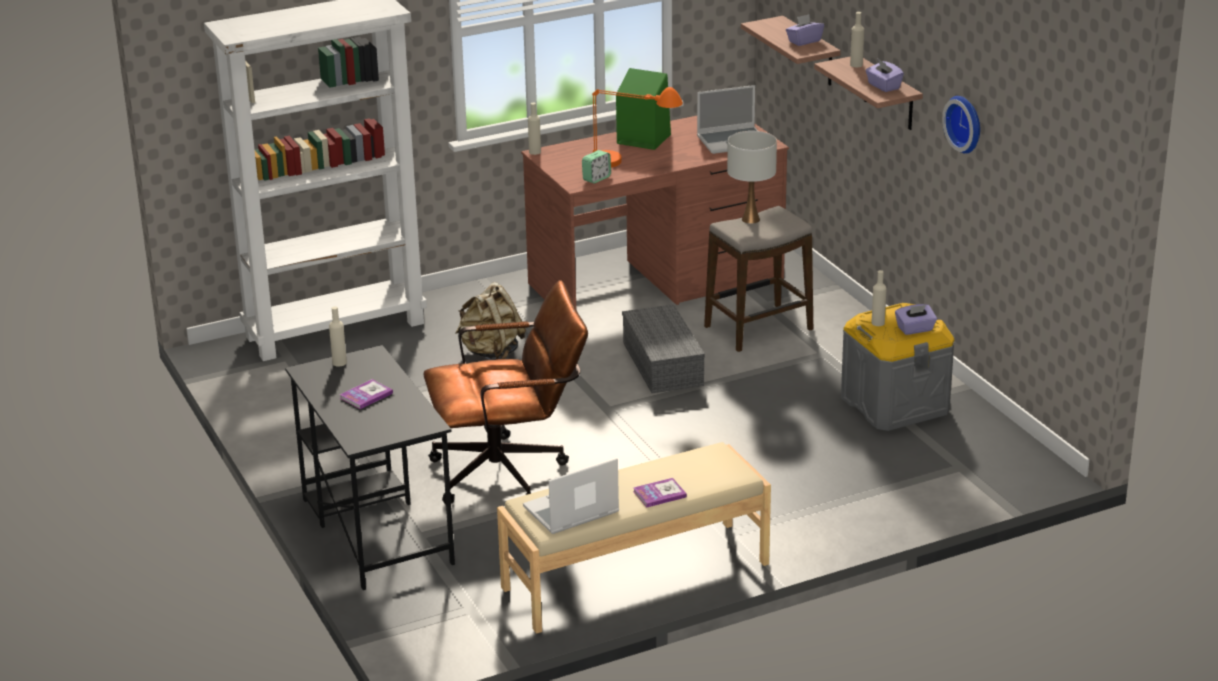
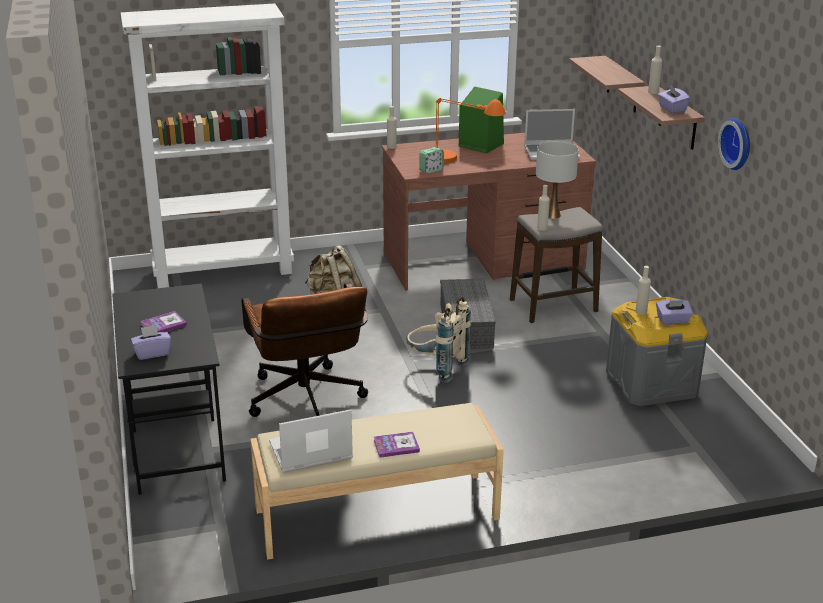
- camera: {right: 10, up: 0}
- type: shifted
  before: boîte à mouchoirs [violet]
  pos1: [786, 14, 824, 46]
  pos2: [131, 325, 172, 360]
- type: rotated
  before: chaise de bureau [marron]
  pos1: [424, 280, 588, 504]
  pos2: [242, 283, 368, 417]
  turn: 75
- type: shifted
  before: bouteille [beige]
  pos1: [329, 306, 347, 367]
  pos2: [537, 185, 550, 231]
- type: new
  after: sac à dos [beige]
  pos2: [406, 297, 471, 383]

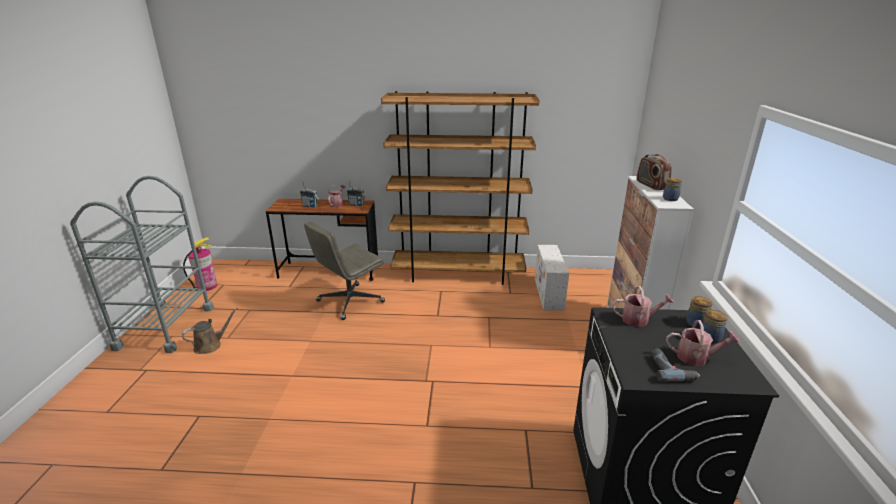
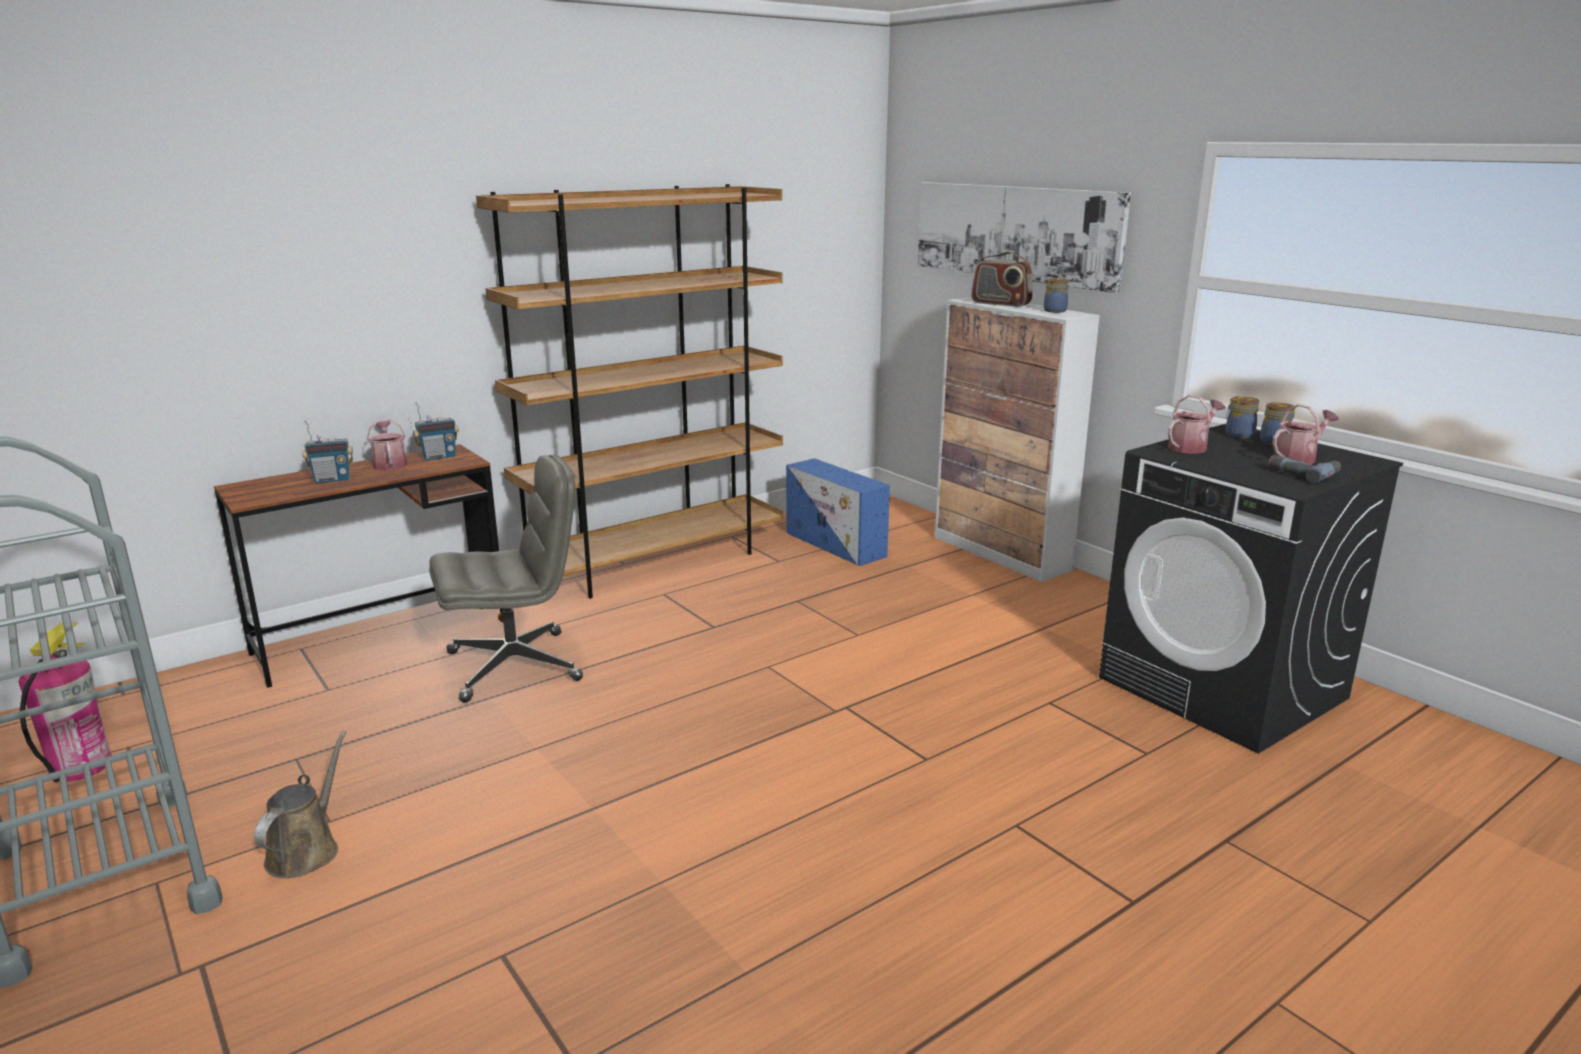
- camera: {right: -40, up: -5}
- type: rotated
  before: chaise de bureau [gris]
  pos1: [304, 222, 385, 320]
  pos2: [429, 455, 583, 703]
  turn: -120
- type: repainted
  before: boîte de rangement [blanc]
  after: boîte de rangement [bleu]
  pos1: [535, 245, 569, 311]
  pos2: [786, 458, 890, 566]
- type: new
  after: tableau
  pos2: [918, 182, 1131, 293]

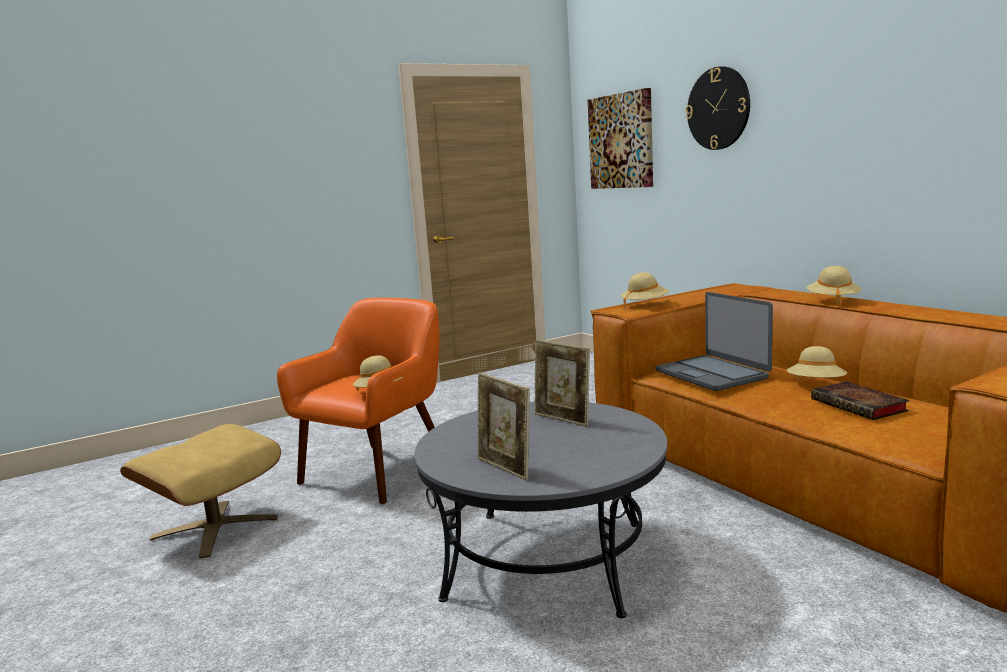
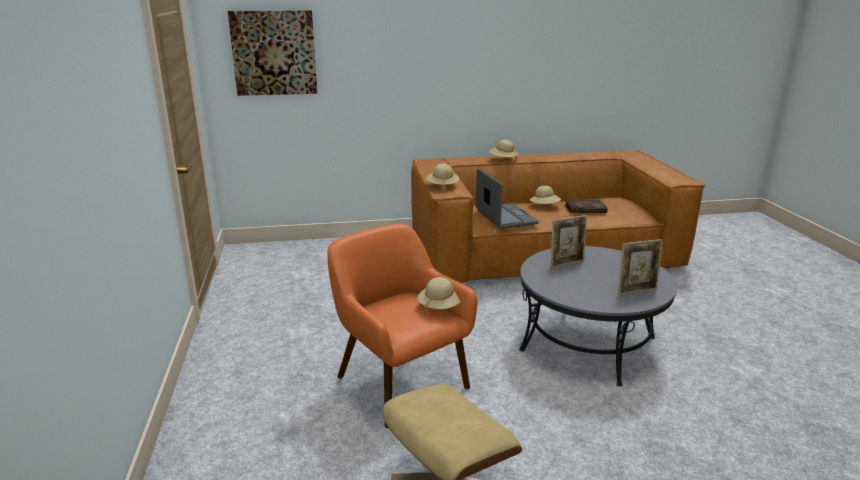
- camera: {right: -70, up: 10}
- type: gone
  before: horloge murale
  pos1: [686, 66, 750, 150]
- type: rotated
  before: ordinateur portable
  pos1: [655, 292, 773, 391]
  pos2: [476, 168, 539, 229]
  turn: -105

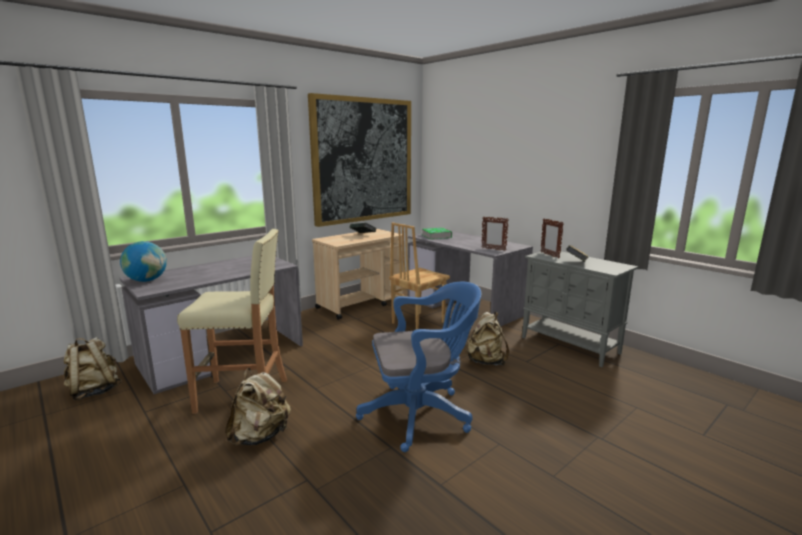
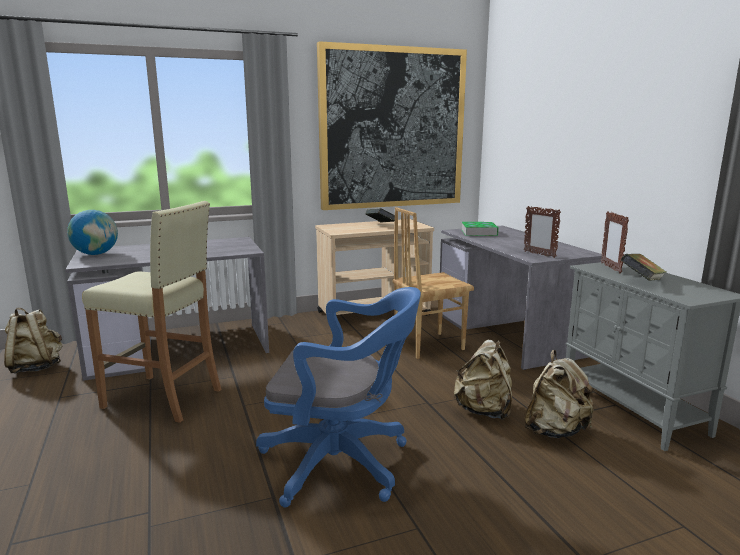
- camera: {right: 20, up: 0}
- type: shifted
  before: sac à dos [beige]
  pos1: [225, 368, 291, 446]
  pos2: [524, 350, 595, 438]

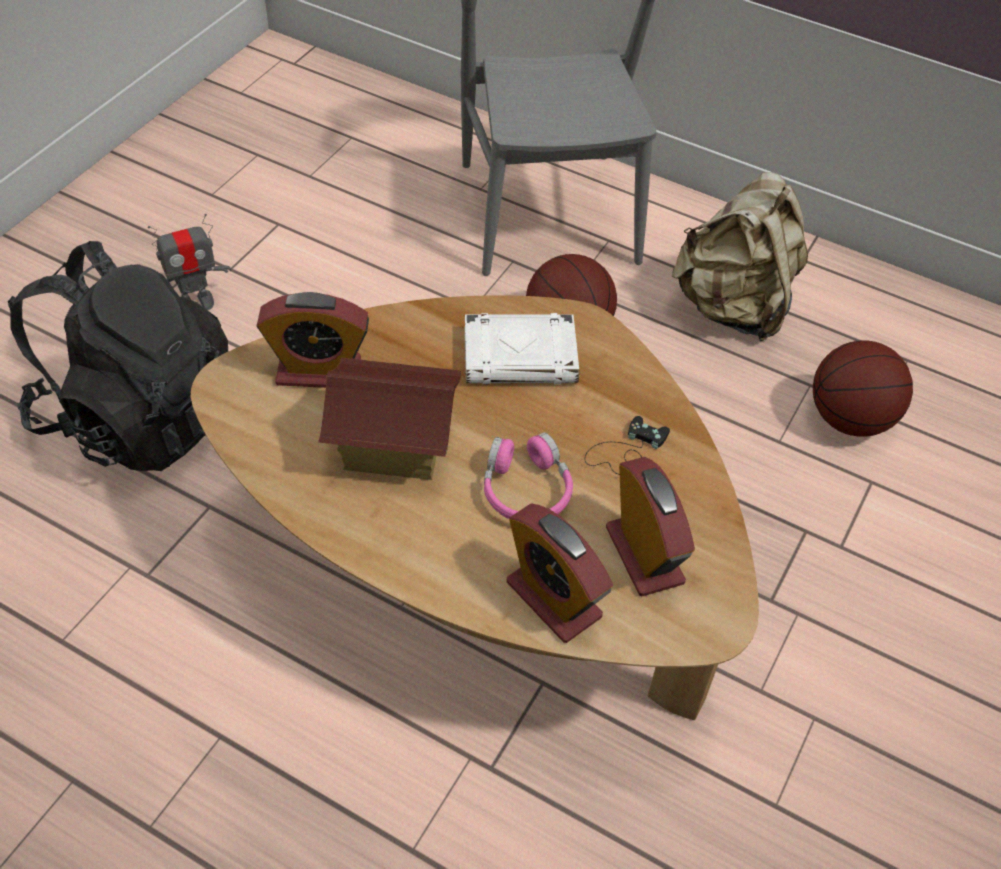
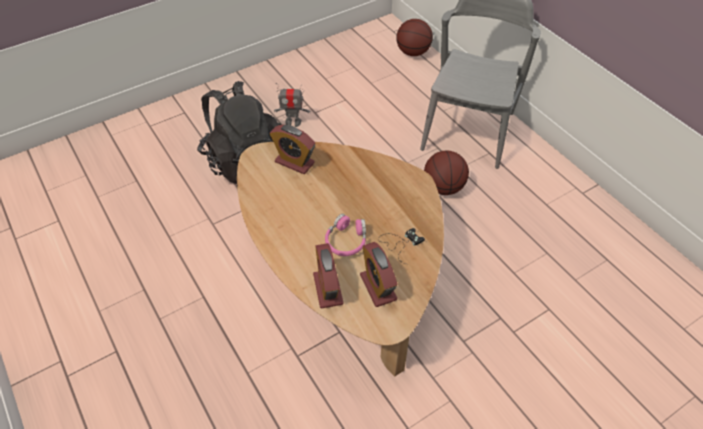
- camera: {right: 30, up: 0}
- type: gone
  before: sac à dos [beige]
  pos1: [672, 172, 808, 341]
- type: gone
  before: livre [blanc]
  pos1: [465, 313, 579, 385]
- type: shifted
  before: ballon de basket
  pos1: [813, 340, 913, 436]
  pos2: [396, 19, 433, 56]
- type: gone
  before: maison miniature
  pos1: [318, 357, 461, 480]
- type: rotated
  before: réveil
  pos1: [606, 457, 695, 596]
  pos2: [360, 242, 397, 307]
  turn: 150

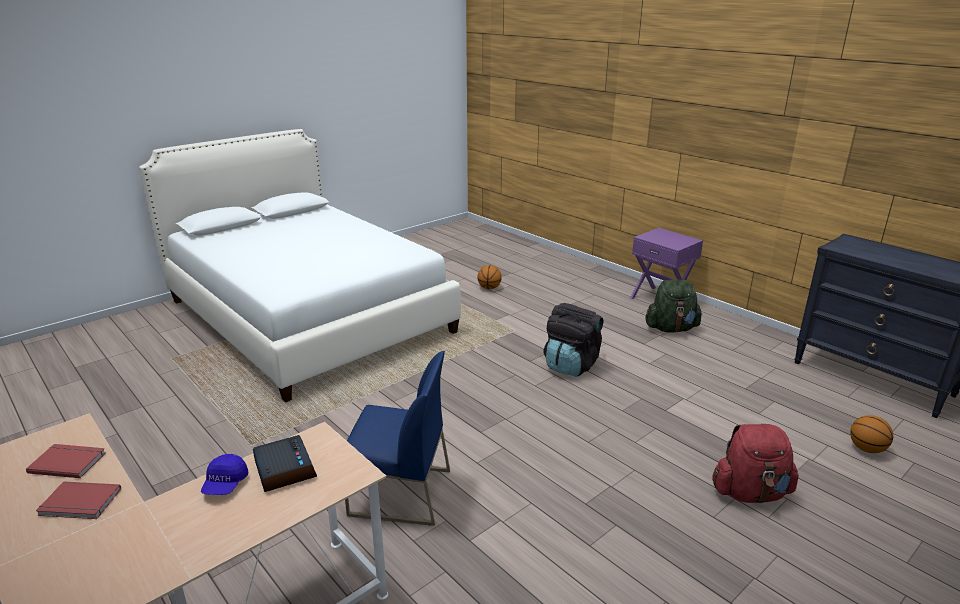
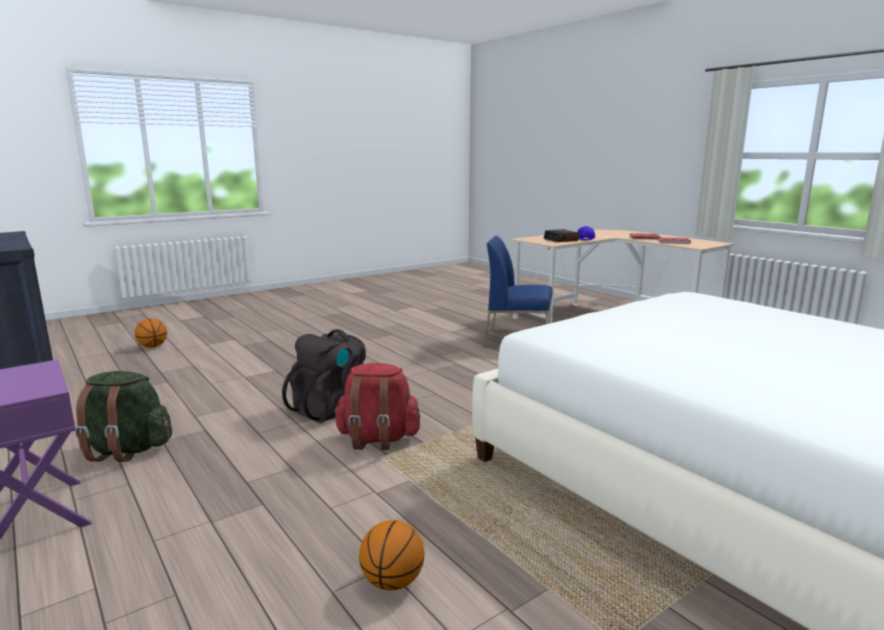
- camera: {right: -175, up: -10}
- type: shifted
  before: sac à dos [rouge]
  pos1: [712, 424, 799, 503]
  pos2: [333, 363, 420, 450]

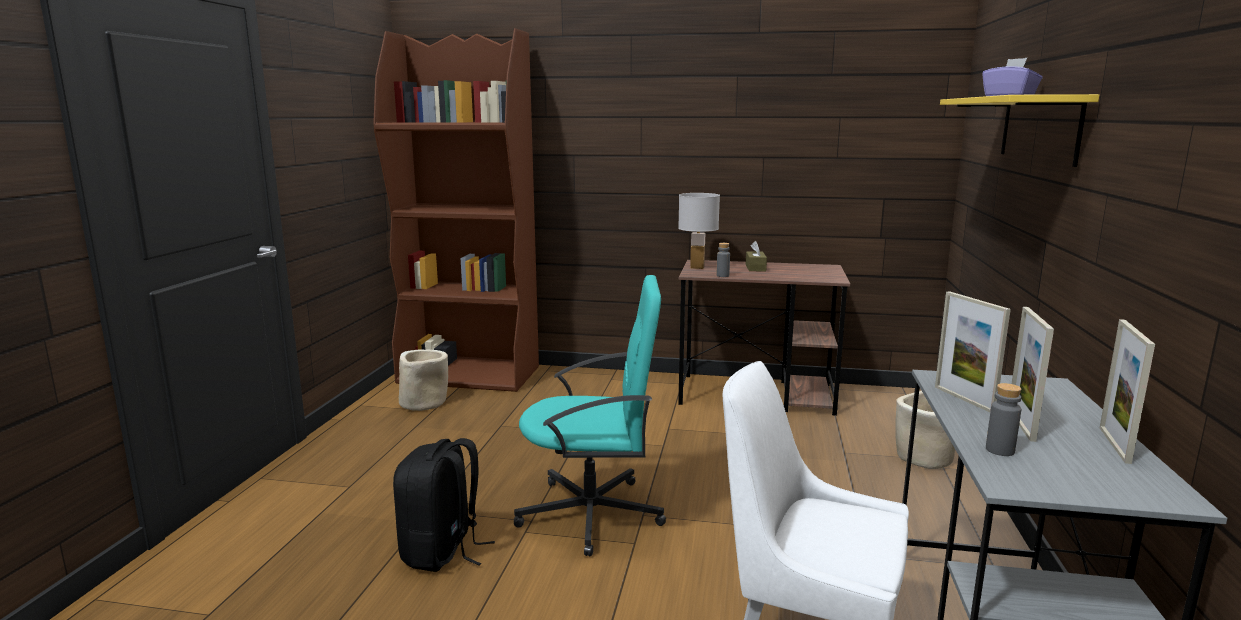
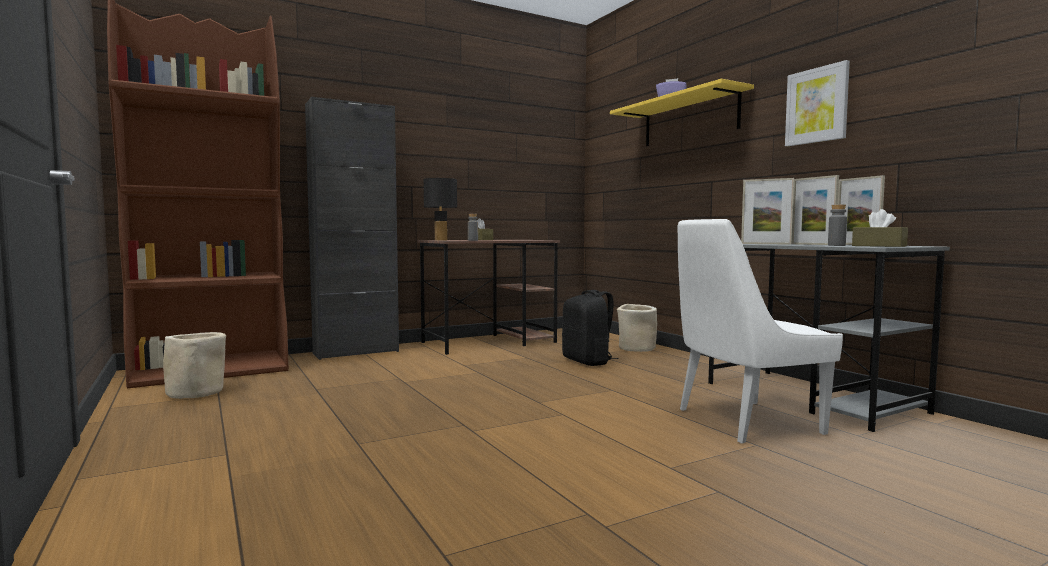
- camera: {right: -40, up: -10}
- type: repainted
  before: lampe de table [blanc]
  after: lampe de table [noir]
  pos1: [678, 193, 720, 269]
  pos2: [423, 178, 457, 240]
- type: gone
  before: chaise de bureau [turquoise]
  pos1: [514, 275, 666, 557]
- type: shifted
  before: sac à dos [noir]
  pos1: [393, 438, 495, 572]
  pos2: [562, 290, 619, 366]
- type: new
  after: tableau
  pos2: [785, 60, 850, 146]
- type: new
  after: meuble de rangement [noir]
  pos2: [305, 97, 399, 360]
- type: new
  after: boîte à mouchoirs [marron]
  pos2: [852, 209, 908, 247]

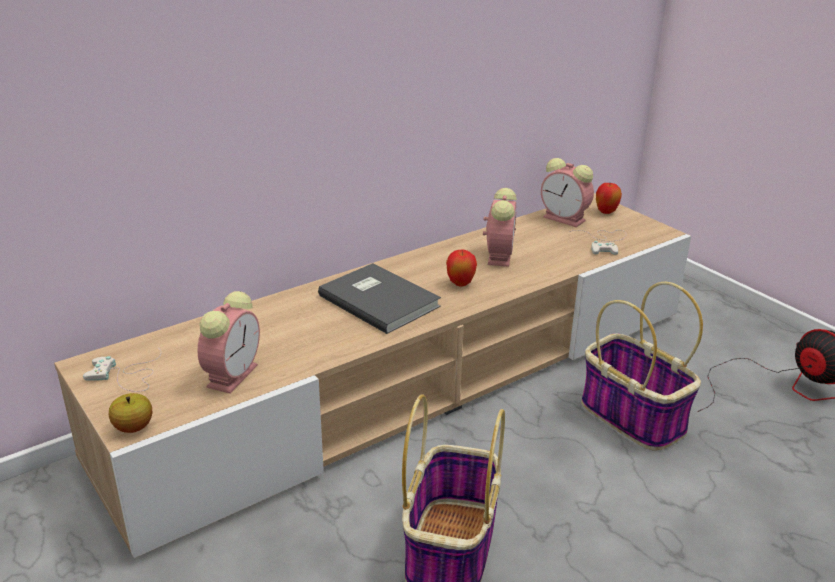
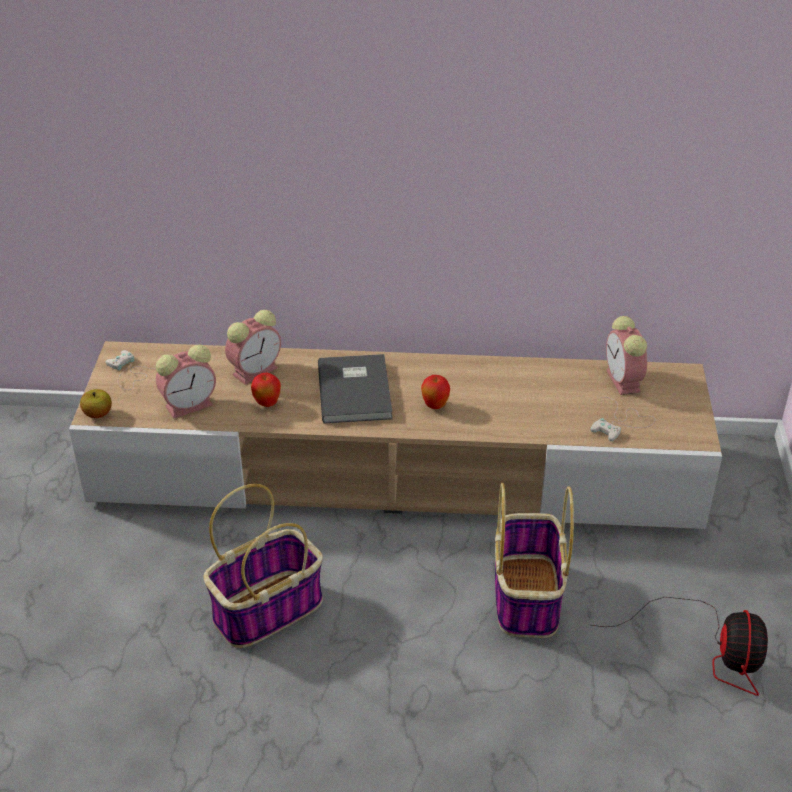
- camera: {right: 40, up: 10}
- type: shifted
  before: pomme
  pos1: [596, 183, 622, 214]
  pos2: [251, 372, 281, 407]
- type: shifted
  before: réveil
  pos1: [483, 188, 517, 267]
  pos2: [225, 310, 281, 385]

